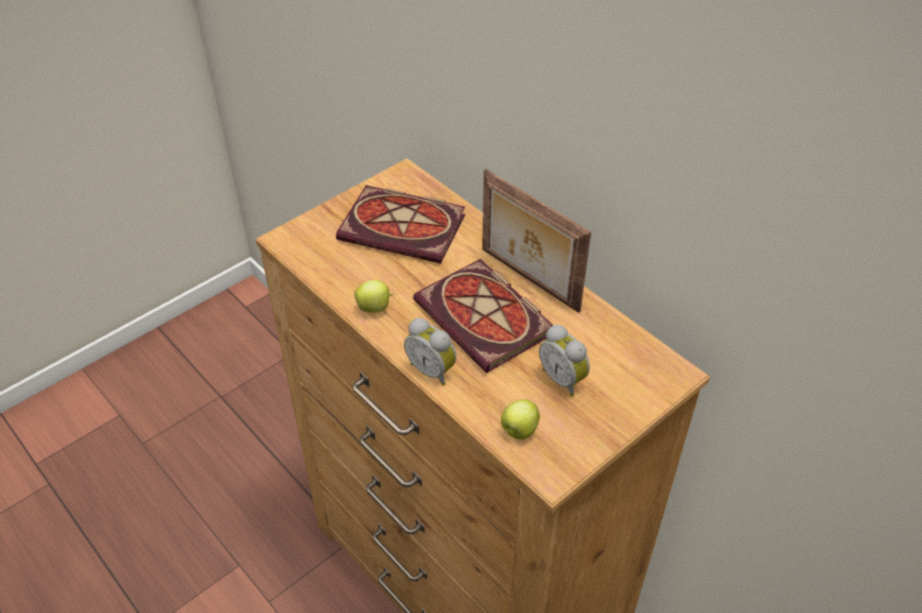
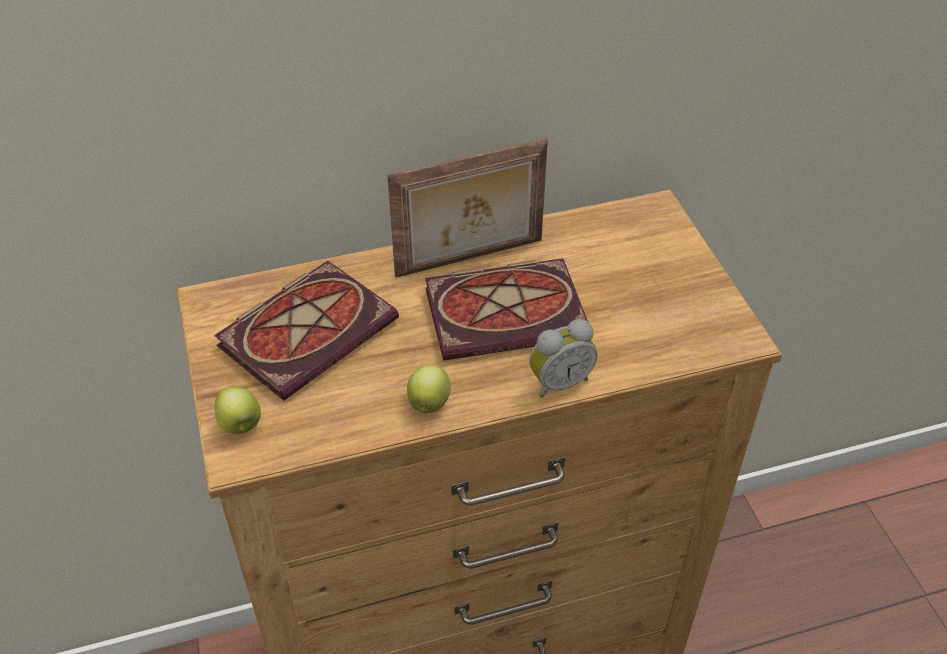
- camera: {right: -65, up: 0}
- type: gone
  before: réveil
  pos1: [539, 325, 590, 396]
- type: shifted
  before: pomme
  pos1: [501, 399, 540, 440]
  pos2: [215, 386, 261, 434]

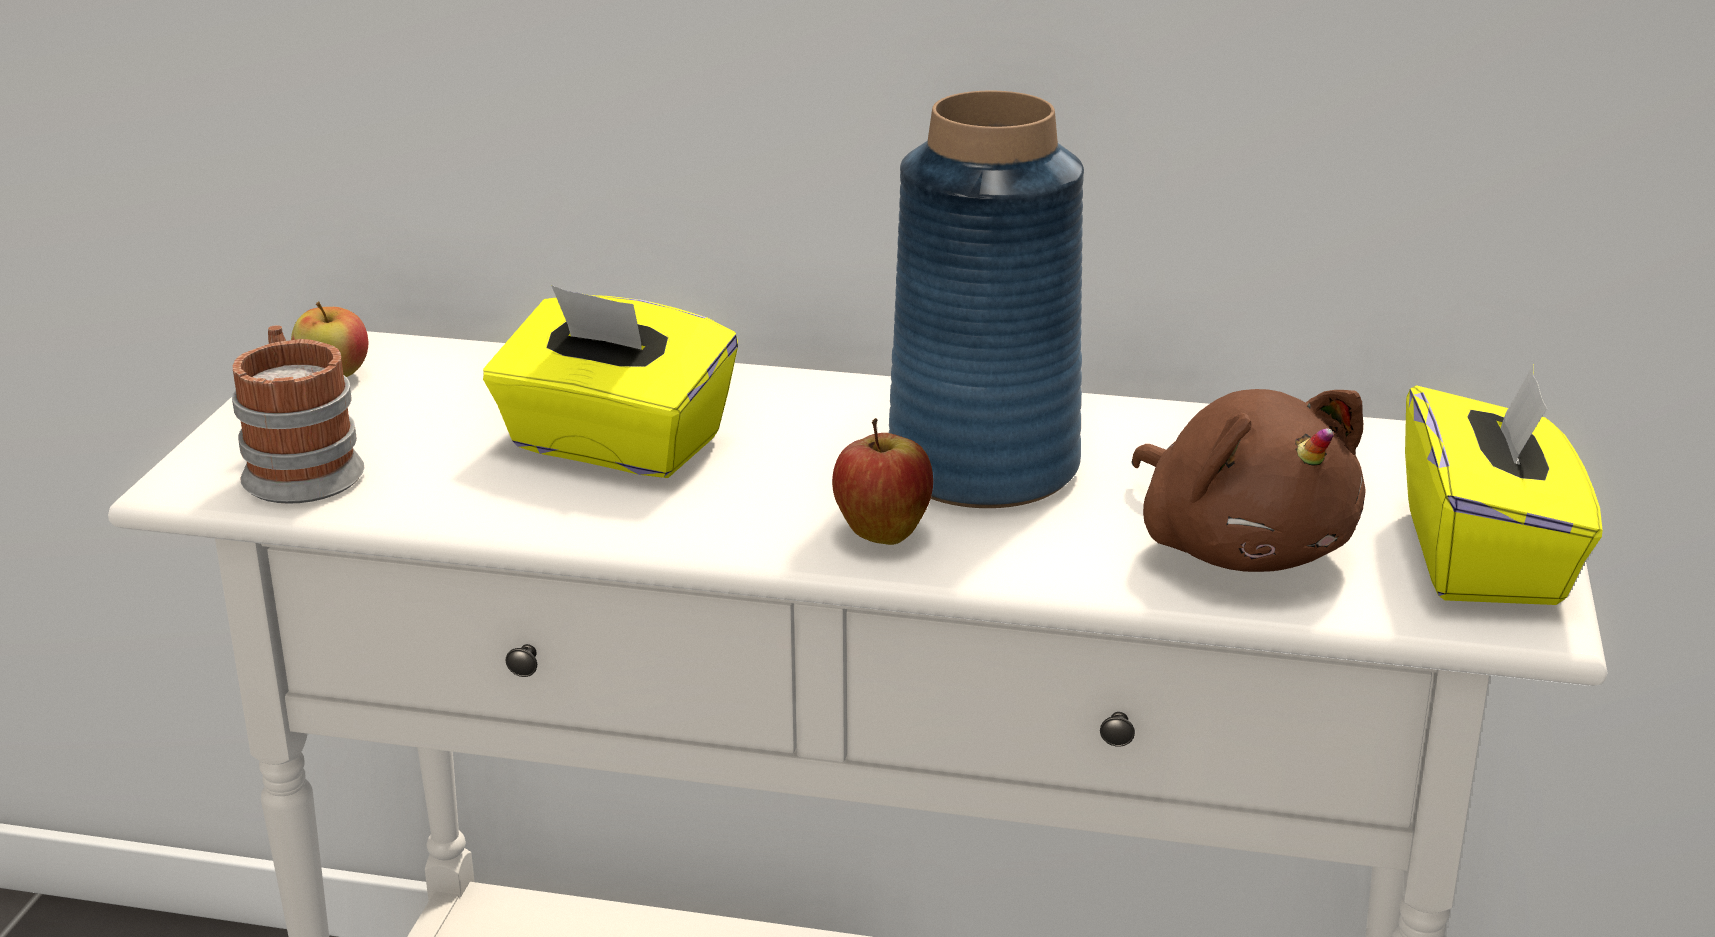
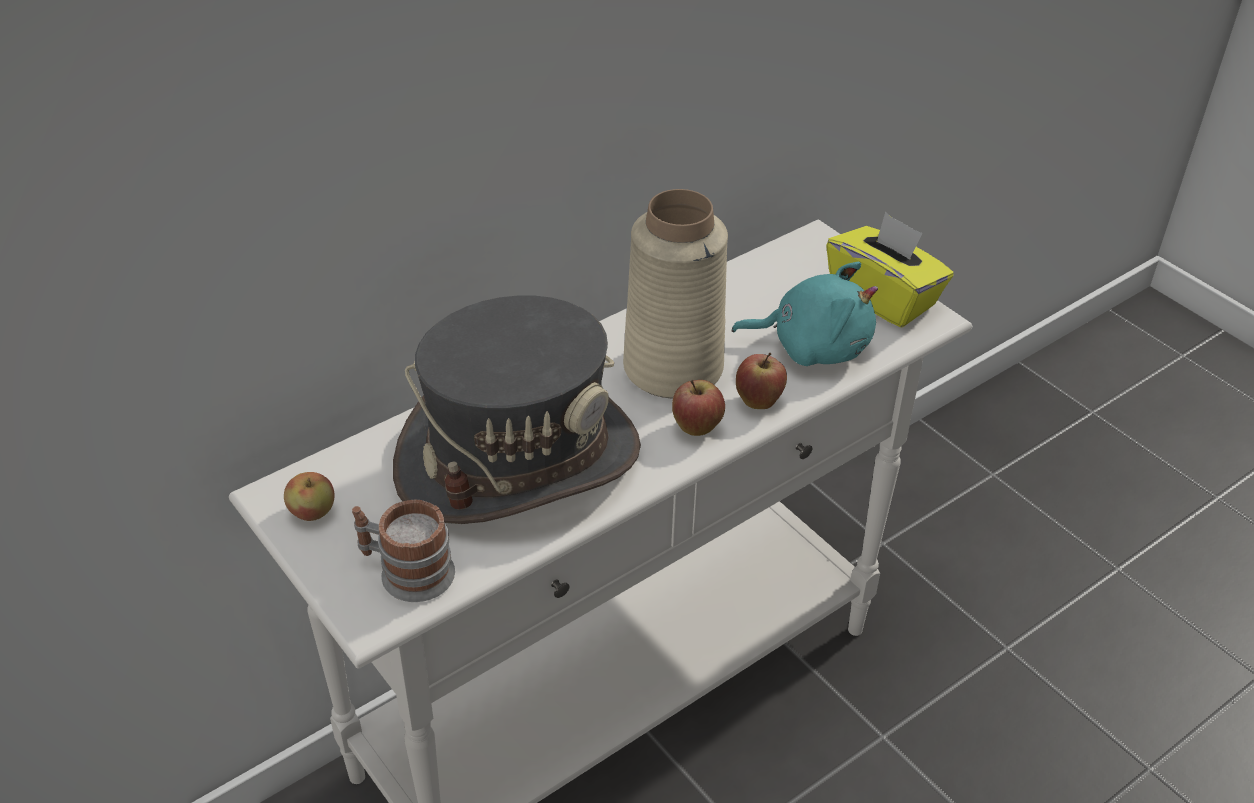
- camera: {right: -50, up: 15}
- type: repainted
  before: vase [bleu]
  after: vase [beige]
  pos1: [889, 91, 1084, 508]
  pos2: [623, 189, 728, 398]
- type: swapped
  before: boîte à mouchoirs [jaune]
  after: chapeau [gris]
  pos1: [483, 285, 738, 478]
  pos2: [393, 296, 641, 524]
- type: repainted
  before: peluche [marron]
  after: peluche [turquoise]
  pos1: [1131, 389, 1366, 572]
  pos2: [732, 262, 878, 366]
- type: new
  after: pomme
  pos2: [736, 353, 787, 409]

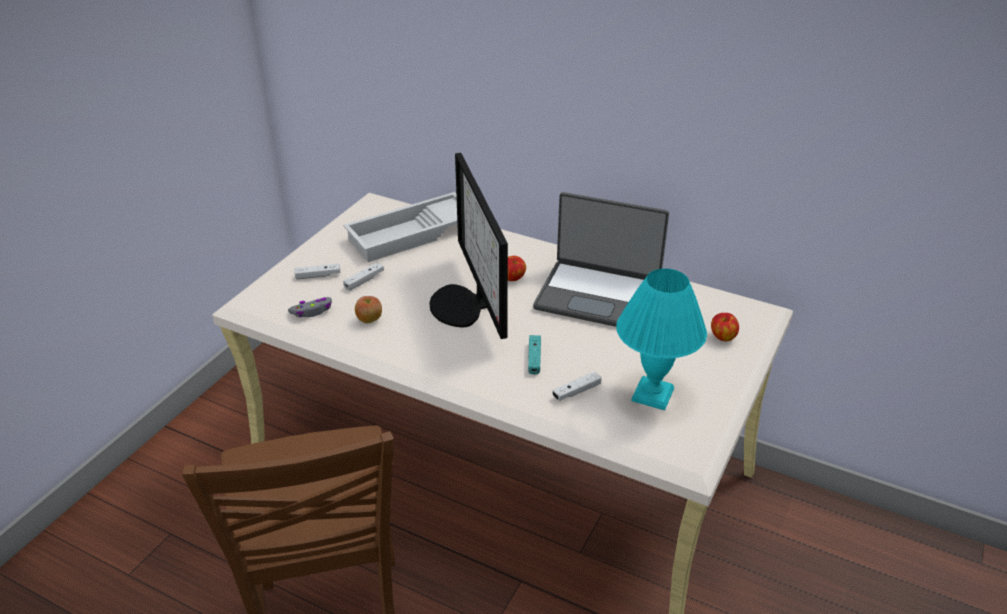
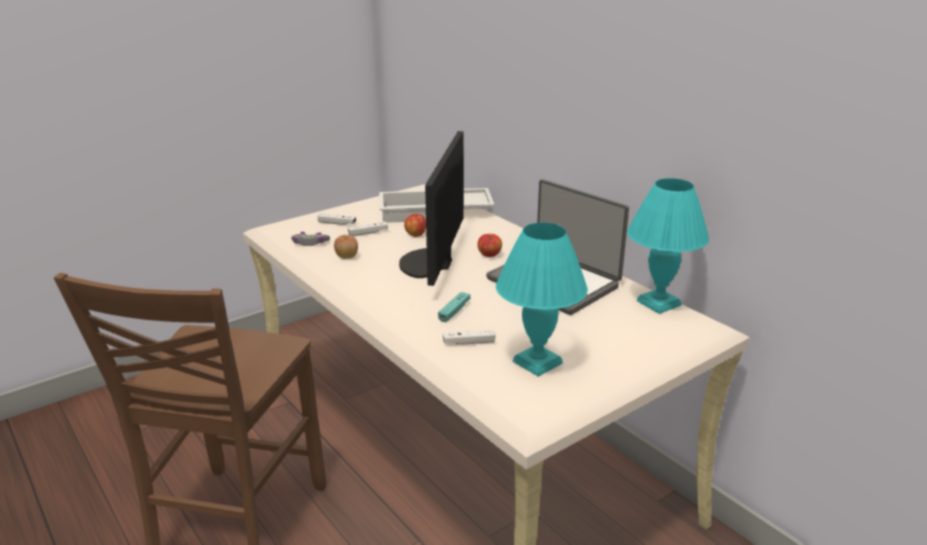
- camera: {right: 25, up: -10}
- type: shifted
  before: pomme
  pos1: [711, 313, 739, 341]
  pos2: [404, 214, 426, 237]
- type: new
  after: lampe de table [turquoise]
  pos2: [627, 178, 709, 314]

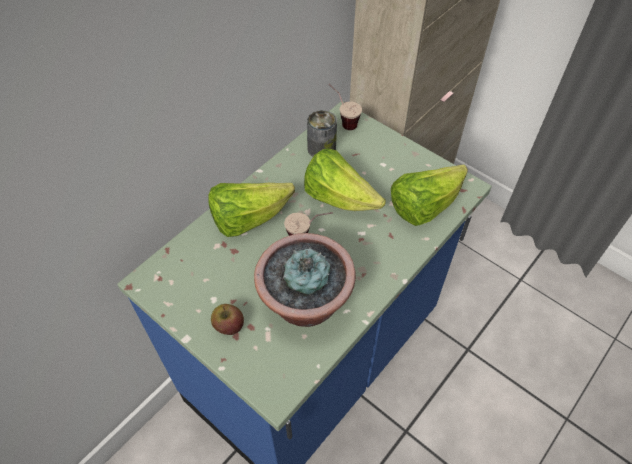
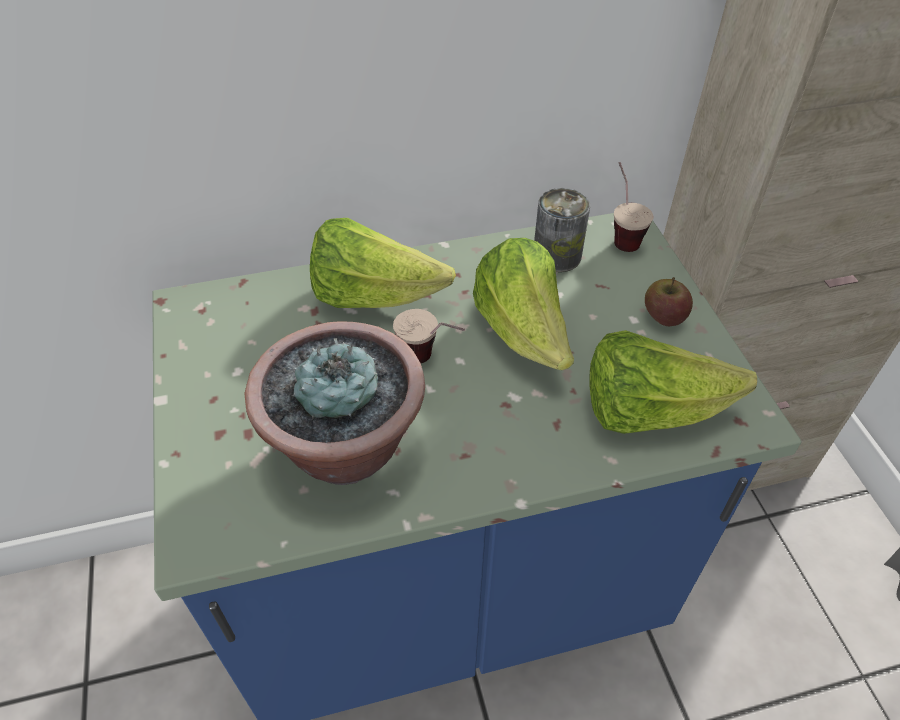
- camera: {right: 35, up: -5}
- type: shifted
  before: pomme
  pos1: [211, 304, 244, 335]
  pos2: [645, 277, 693, 326]

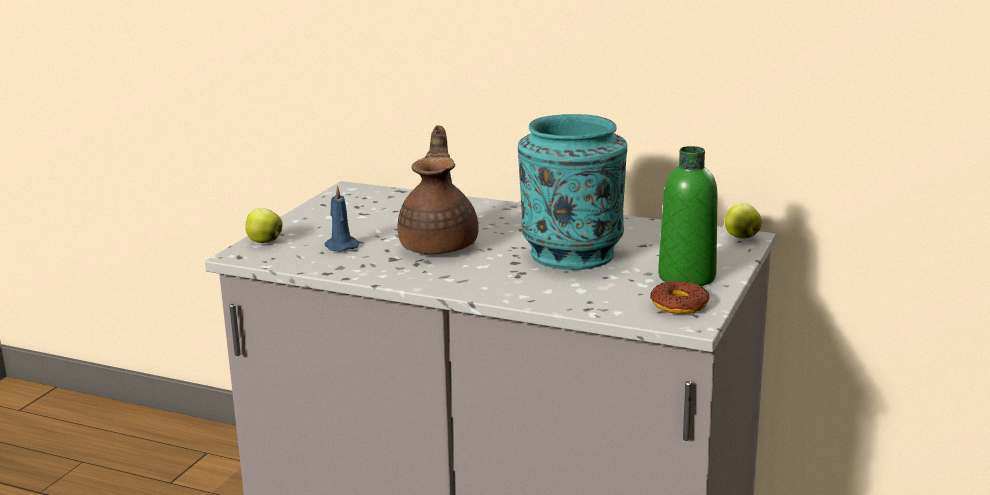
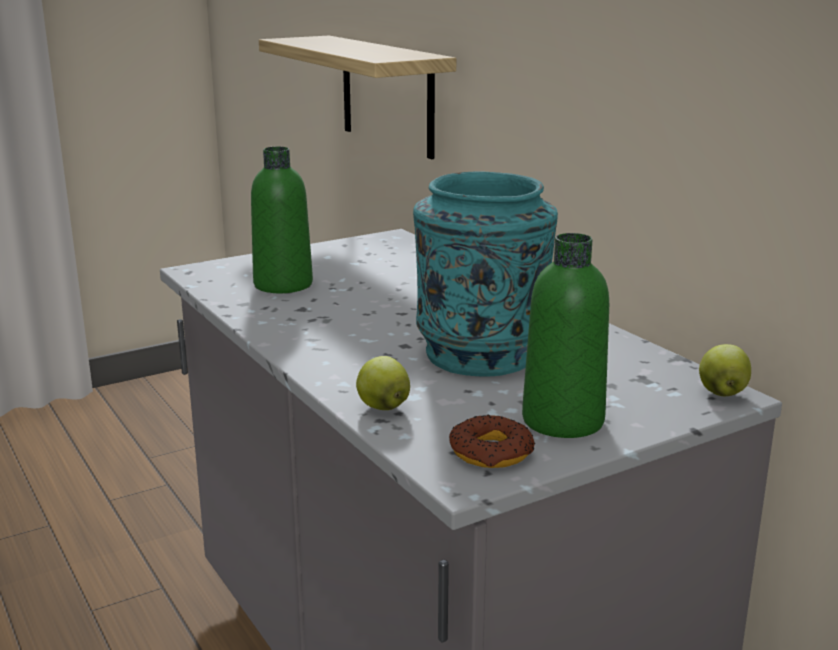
- camera: {right: 35, up: 0}
- type: gone
  before: théière [marron]
  pos1: [398, 125, 478, 254]
- type: swapped
  before: bougie [bleu]
  after: bouteille [vert]
  pos1: [325, 185, 360, 252]
  pos2: [251, 147, 313, 293]
- type: shifted
  before: pomme
  pos1: [245, 208, 283, 243]
  pos2: [356, 356, 410, 410]
- type: new
  after: étagère
  pos2: [259, 36, 456, 159]

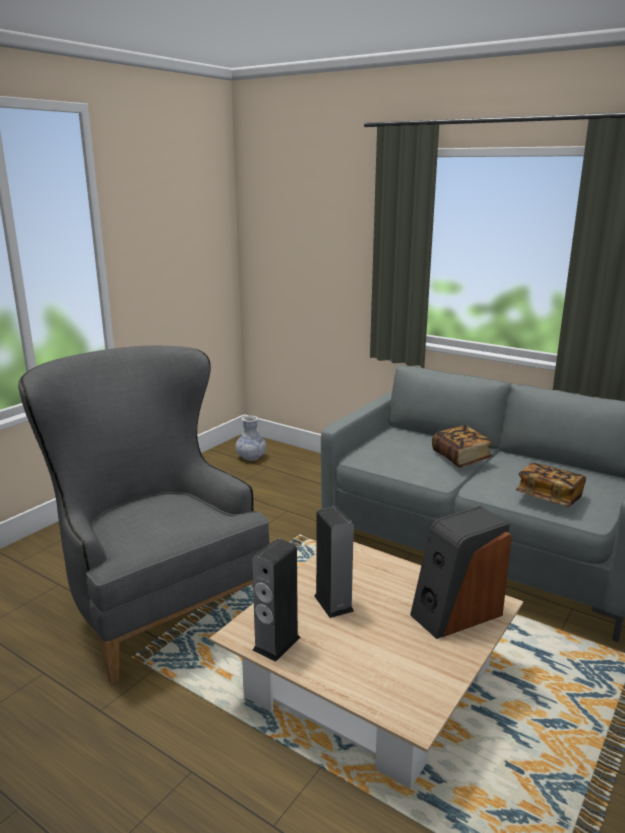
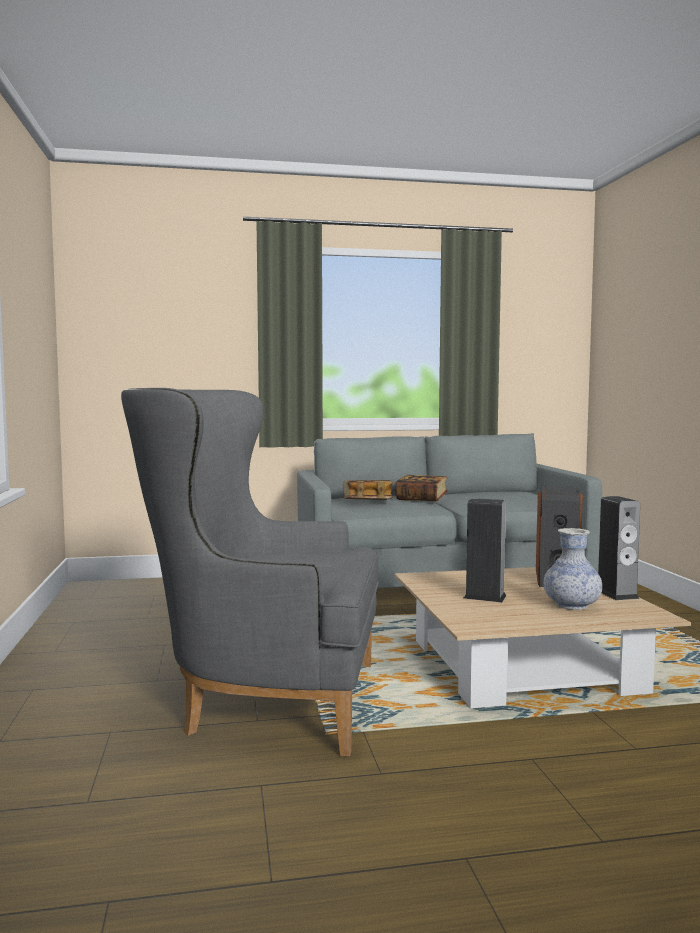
- camera: {right: -45, up: -15}
- type: shifted
  before: vase
  pos1: [235, 416, 266, 461]
  pos2: [543, 528, 602, 610]
- type: shifted
  before: livre
  pos1: [516, 463, 586, 507]
  pos2: [343, 480, 393, 500]
- type: shifted
  before: enceinte
  pos1: [252, 538, 301, 662]
  pos2: [598, 496, 640, 600]

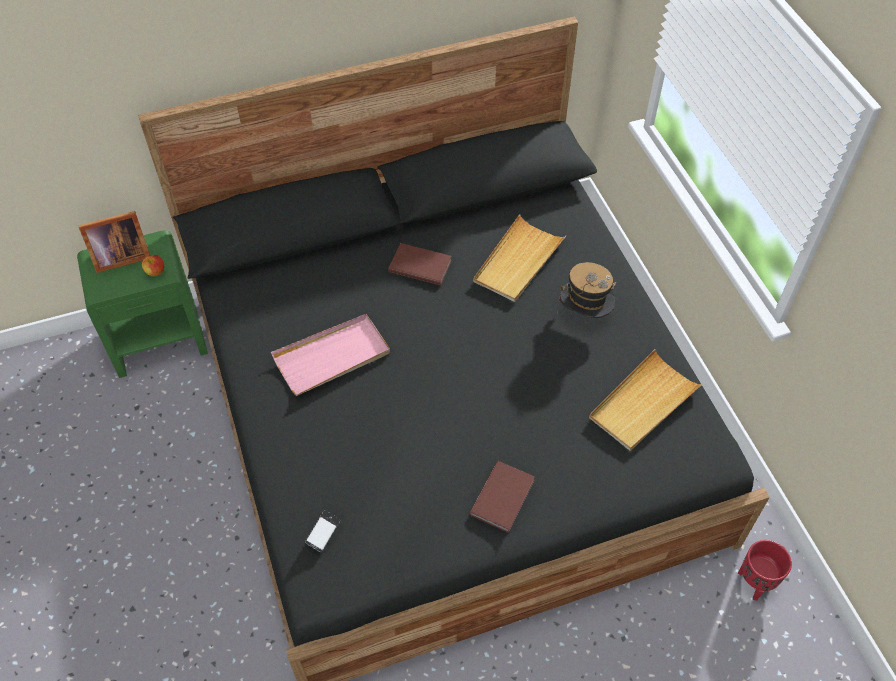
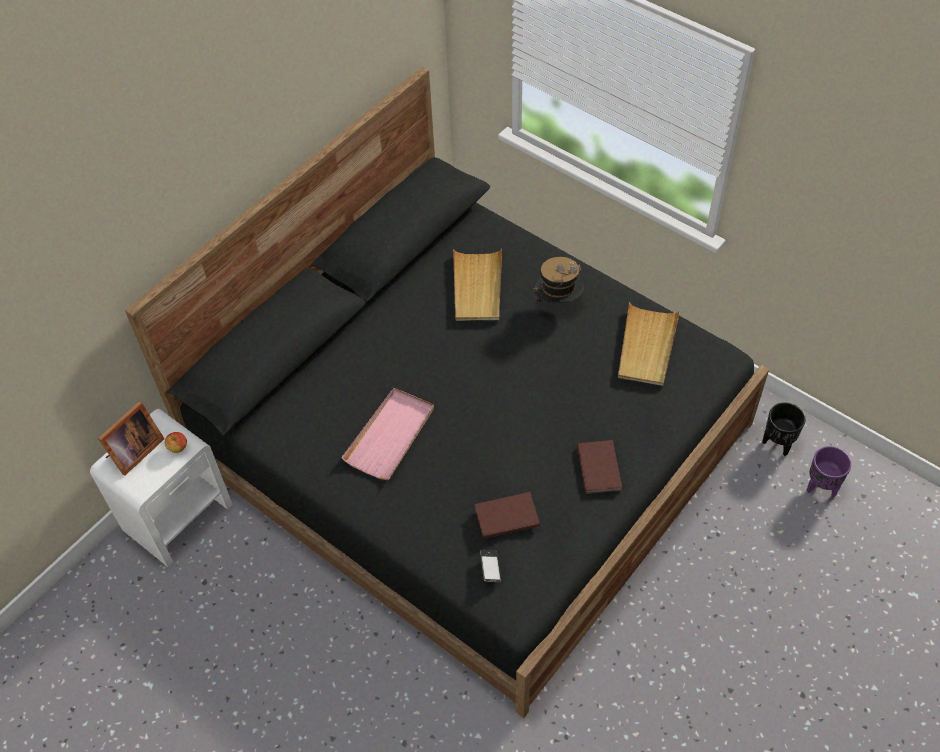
- camera: {right: -30, up: 0}
- type: repainted
  before: table de chevet [vert]
  after: table de chevet [blanc]
  pos1: [77, 230, 208, 378]
  pos2: [90, 409, 232, 567]
- type: shifted
  before: livre [marron]
  pos1: [388, 243, 452, 286]
  pos2: [475, 492, 540, 539]
- type: repainted
  before: cache-pot [rouge]
  after: cache-pot [noir]
  pos1: [738, 540, 792, 600]
  pos2: [762, 403, 806, 456]
- type: new
  after: cache-pot [violet]
  pos2: [807, 446, 851, 497]

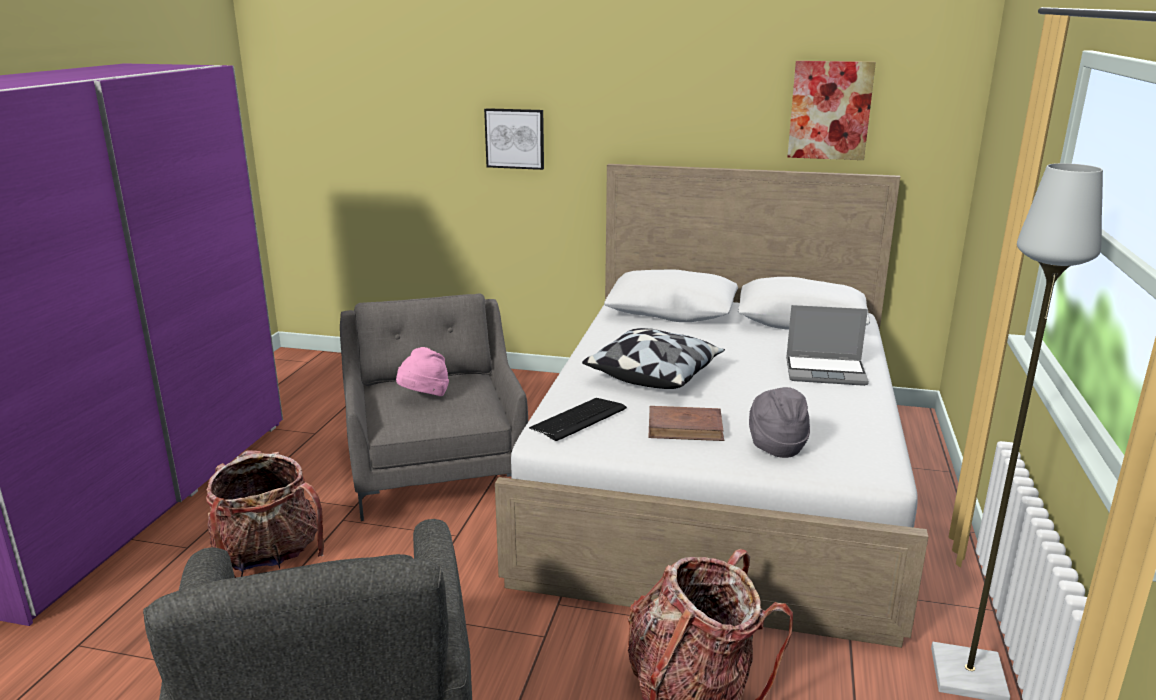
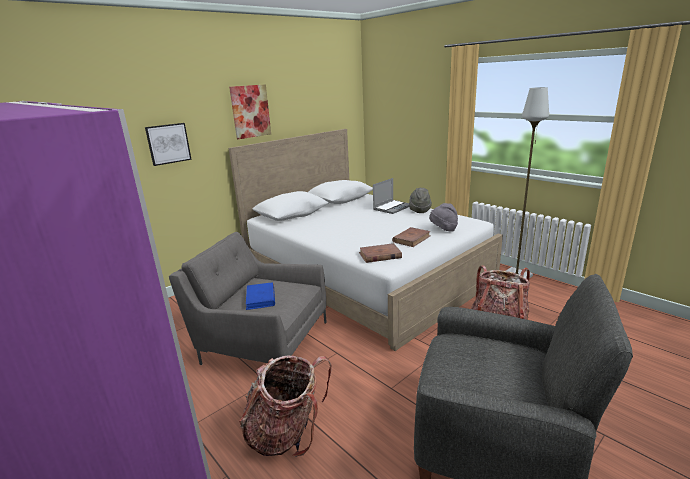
- camera: {right: -55, up: 0}
- type: shifted
  before: tableau
  pos1: [787, 61, 876, 160]
  pos2: [229, 84, 271, 139]
- type: gone
  before: coussin
  pos1: [582, 328, 725, 389]
- type: swapped
  before: chapeau [rose]
  after: livre [bleu]
  pos1: [396, 347, 449, 396]
  pos2: [246, 282, 275, 310]
- type: swapped
  before: clavier
  after: livre [marron]
  pos1: [529, 398, 627, 441]
  pos2: [359, 243, 402, 263]
- type: new
  after: chapeau [gris]
  pos2: [409, 188, 432, 213]

